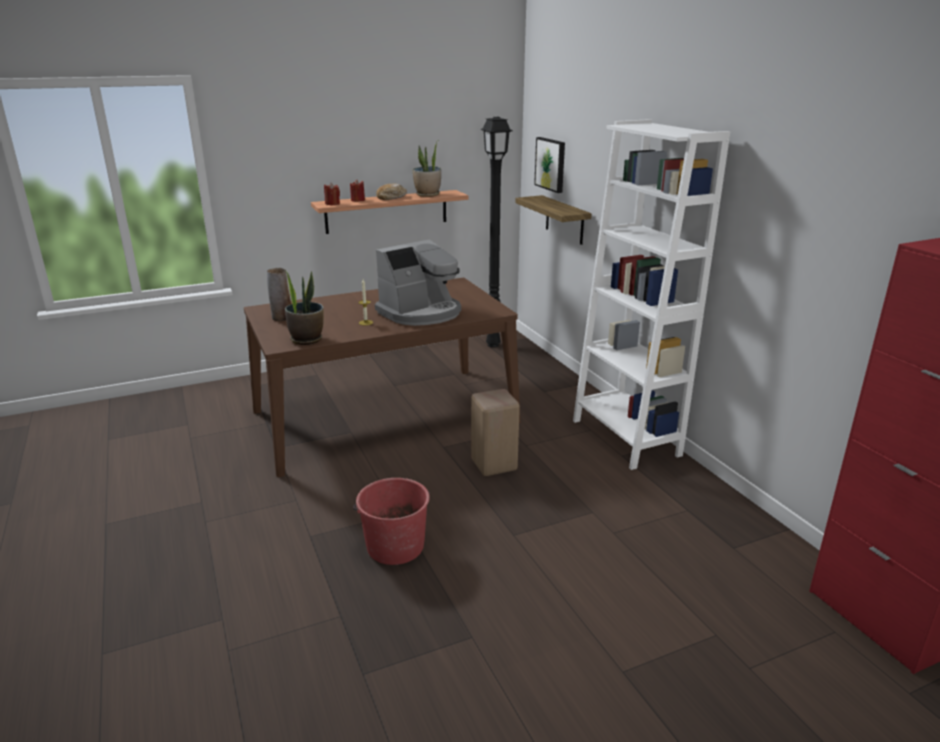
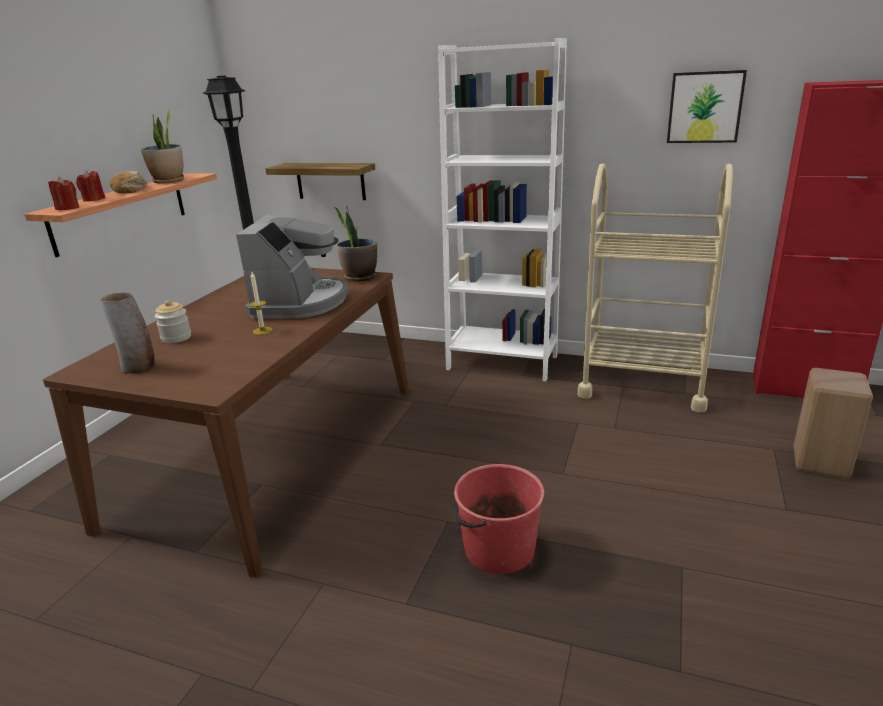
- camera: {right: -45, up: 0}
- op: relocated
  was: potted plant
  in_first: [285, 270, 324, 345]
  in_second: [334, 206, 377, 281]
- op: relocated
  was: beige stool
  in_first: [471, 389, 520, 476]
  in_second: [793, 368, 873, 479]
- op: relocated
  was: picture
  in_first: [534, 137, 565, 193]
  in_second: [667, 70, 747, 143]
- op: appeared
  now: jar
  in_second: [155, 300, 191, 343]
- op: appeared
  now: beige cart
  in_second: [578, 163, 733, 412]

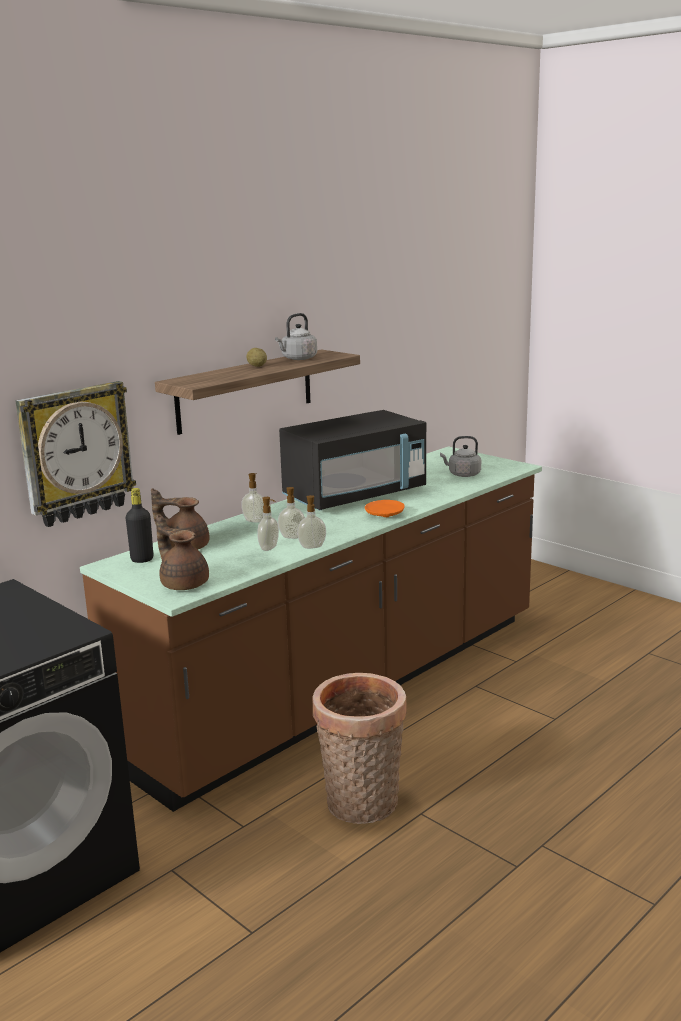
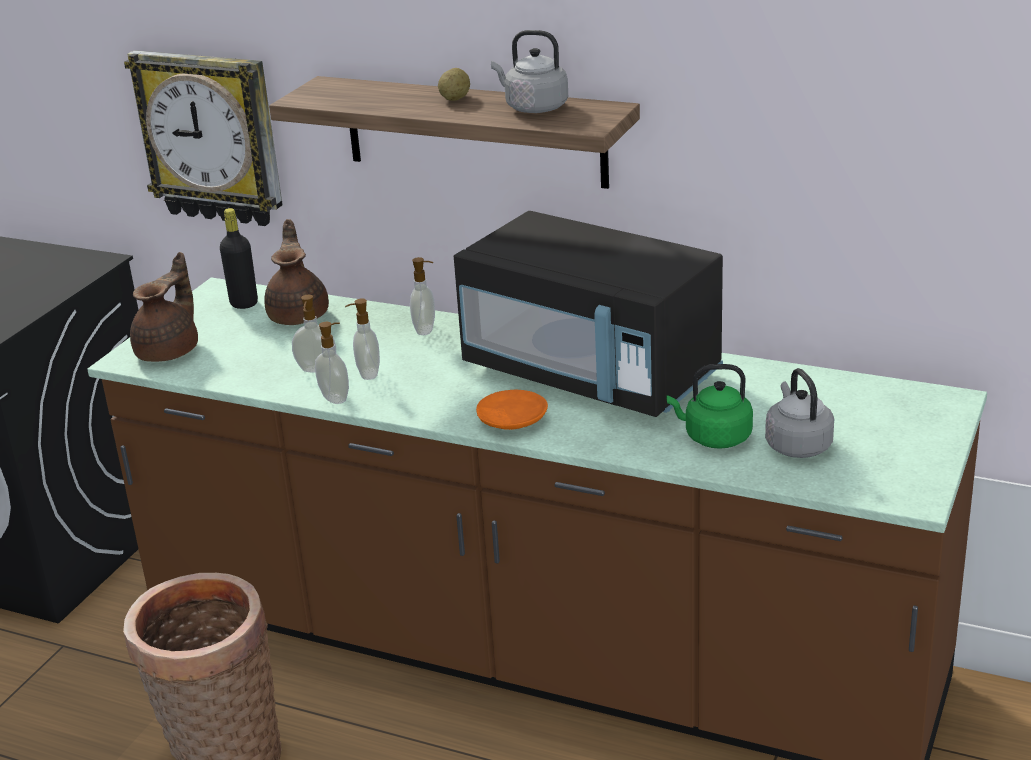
- camera: {right: 70, up: 10}
- op: appeared
  now: green kettle
  in_second: [667, 364, 753, 449]

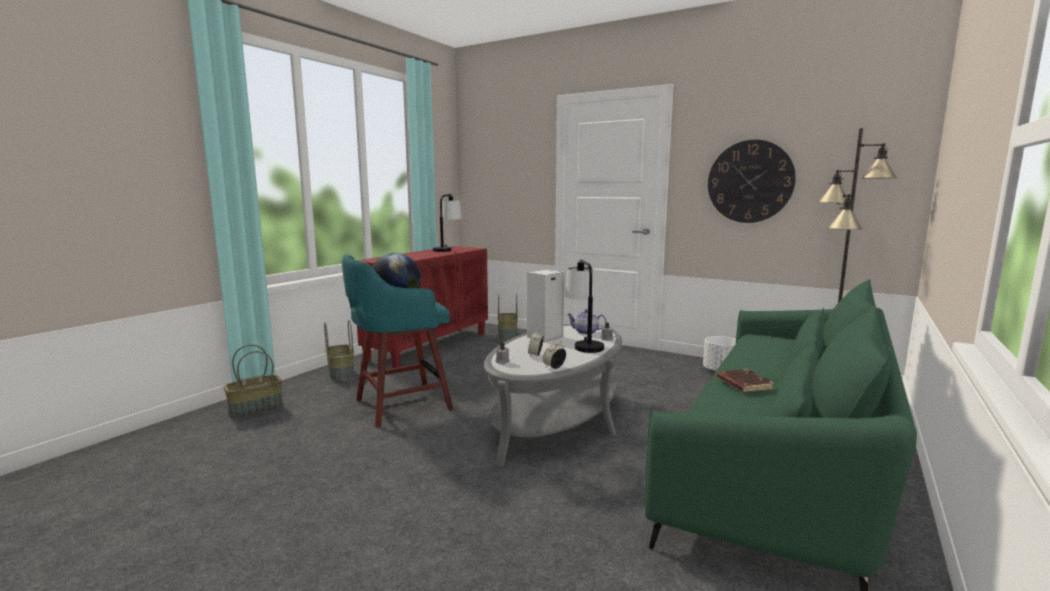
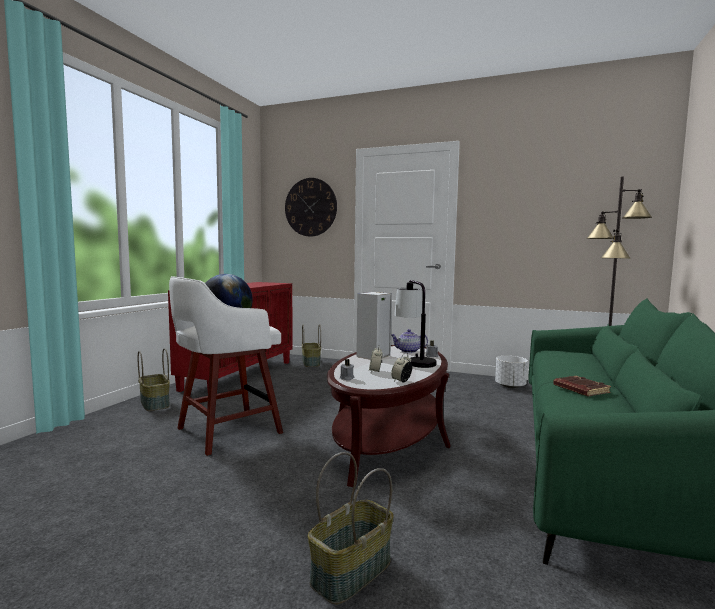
- camera: {right: -10, up: -5}
- op: relocated
  was: basket
  in_first: [224, 345, 283, 419]
  in_second: [308, 452, 394, 604]
- op: colour
  was: turquoise stool
  now: white stool
  in_first: [342, 255, 453, 427]
  in_second: [169, 276, 283, 456]
- op: missing
  was: table lamp
  in_first: [433, 194, 461, 252]
- op: colour
  was: grey coffee table
  now: brown coffee table
  in_first: [484, 324, 622, 467]
  in_second: [327, 345, 451, 487]
- op: relocated
  was: wall clock
  in_first: [708, 140, 796, 223]
  in_second: [285, 178, 337, 237]

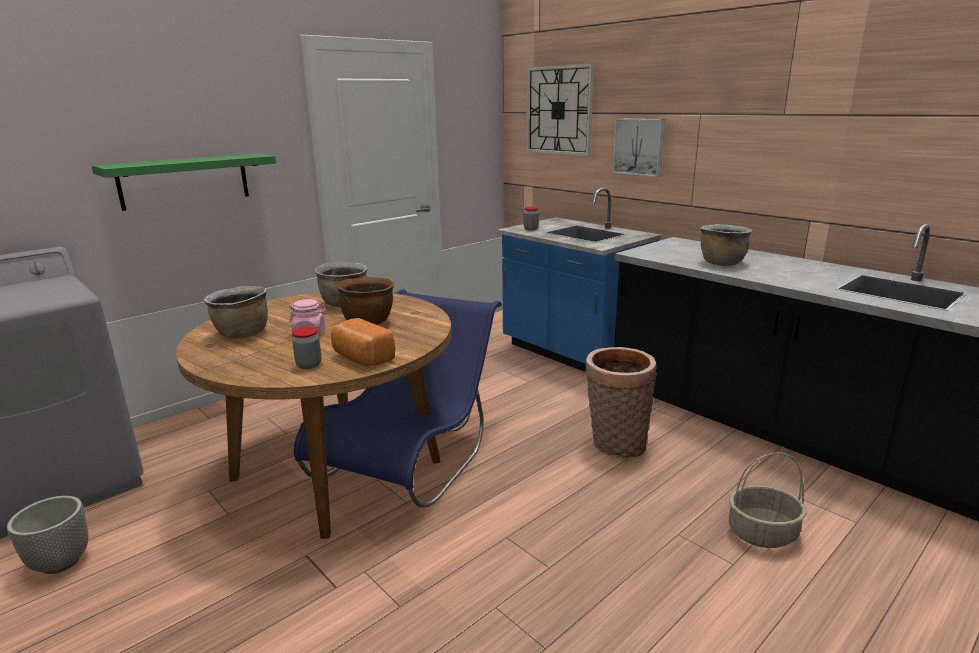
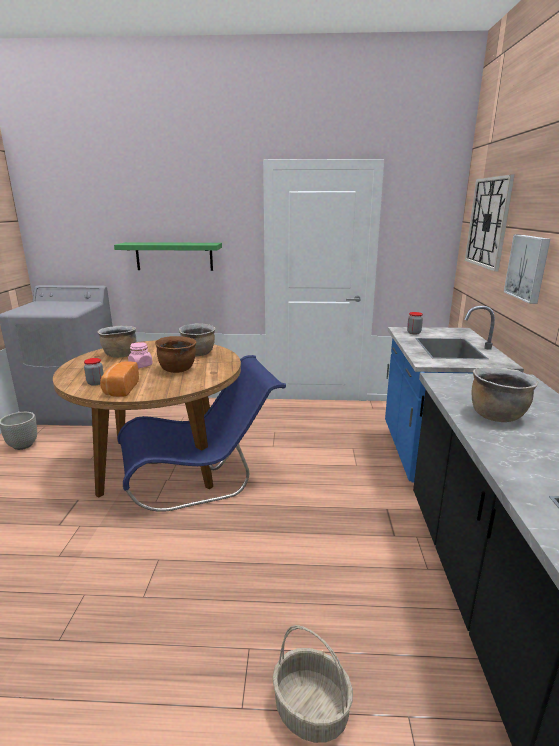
- camera: {right: 45, up: 0}
- op: missing
  was: basket
  in_first: [585, 347, 657, 458]

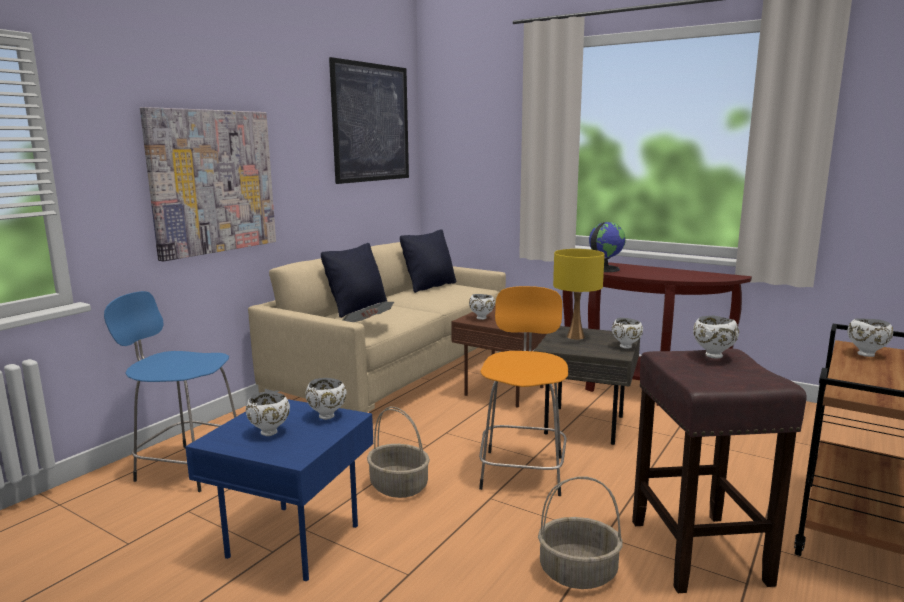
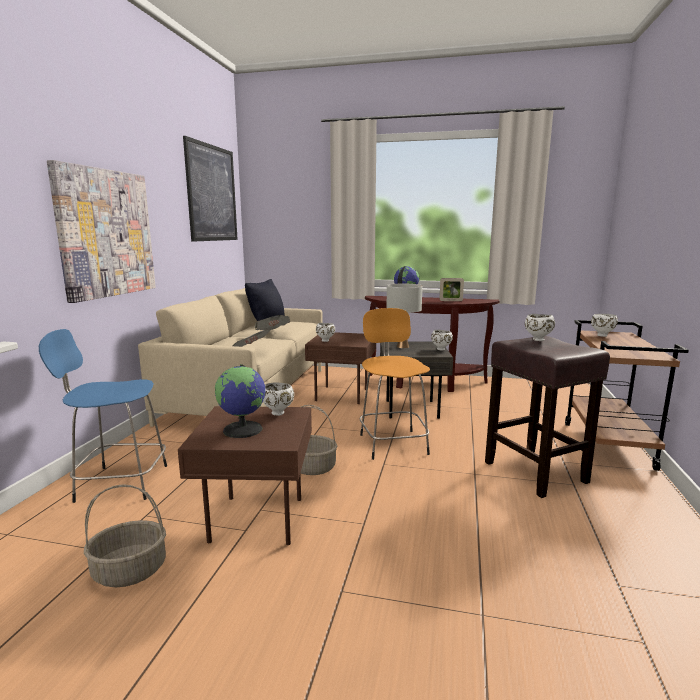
- camera: {right: -20, up: 0}
- op: colour
  was: blue side table
  now: brown side table
  in_first: [185, 399, 373, 581]
  in_second: [178, 406, 312, 545]
- op: exchanged
  was: white bowl
  now: globe
  in_first: [246, 392, 290, 436]
  in_second: [215, 364, 265, 438]
- op: missing
  was: black pillow
  in_first: [321, 243, 387, 318]
- op: relocated
  was: basket
  in_first: [538, 476, 623, 589]
  in_second: [84, 484, 166, 587]
- op: colour
  was: yellow table lamp
  now: white table lamp
  in_first: [553, 249, 605, 340]
  in_second: [386, 284, 423, 348]
- op: appeared
  now: newspaper
  in_second: [255, 315, 290, 330]
- op: appeared
  now: picture frame
  in_second: [440, 278, 464, 301]

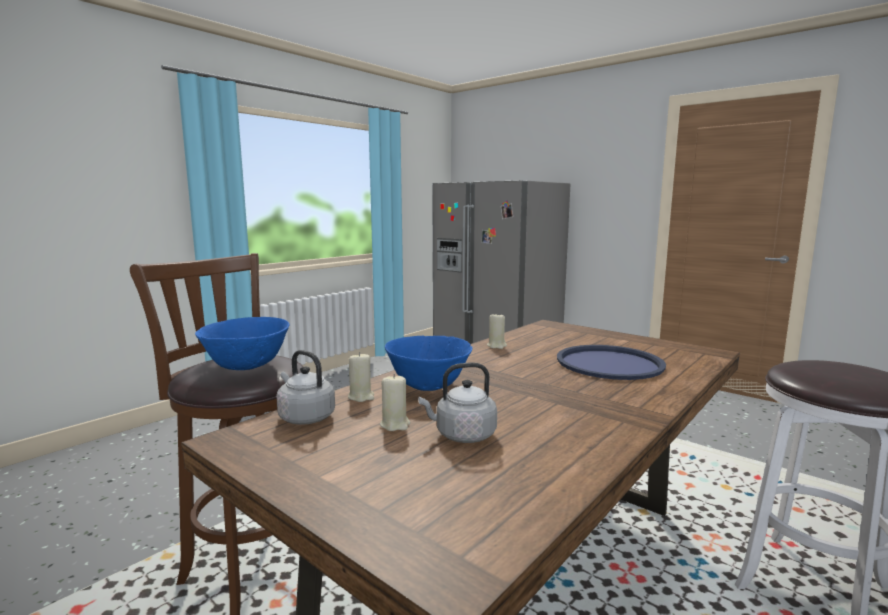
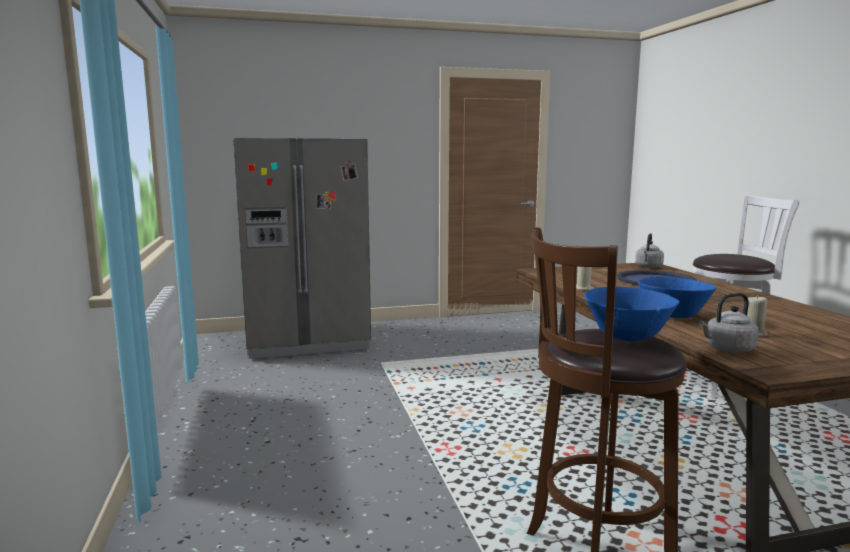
- camera: {right: -55, up: 0}
- op: missing
  was: beige candle
  in_first: [348, 352, 374, 402]
- op: relocated
  was: grey kettle
  in_first: [418, 363, 497, 443]
  in_second: [635, 233, 664, 268]

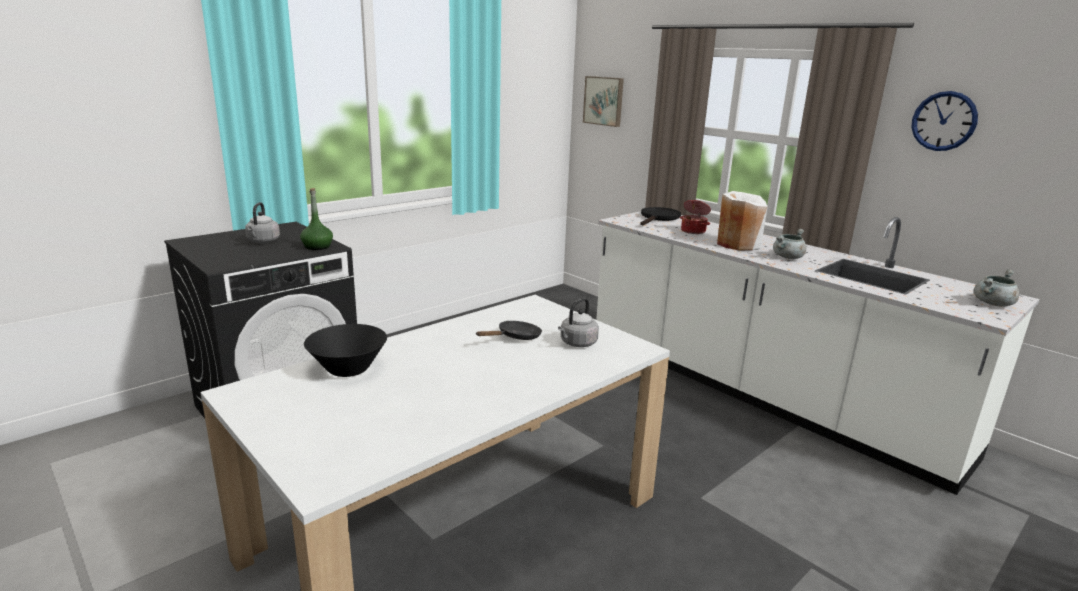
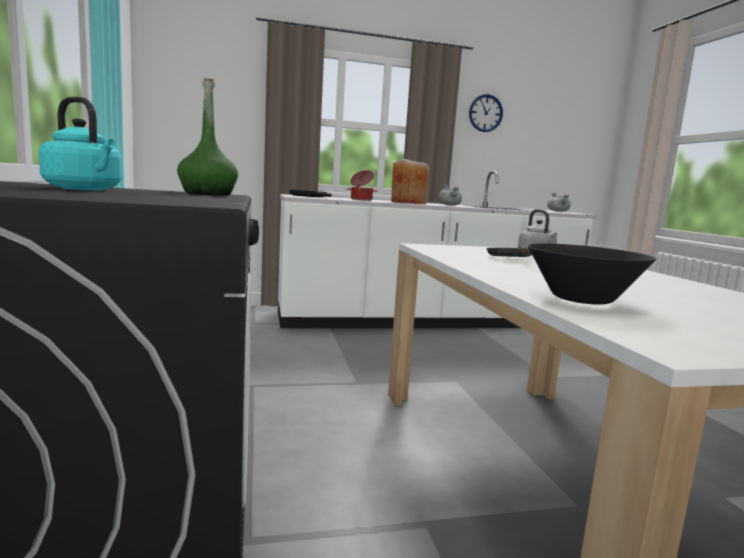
- camera: {right: -60, up: -10}
- op: colour
  was: grey kettle
  now: turquoise kettle
  in_first: [245, 202, 280, 243]
  in_second: [39, 97, 122, 191]
- op: missing
  was: picture
  in_first: [583, 76, 624, 127]

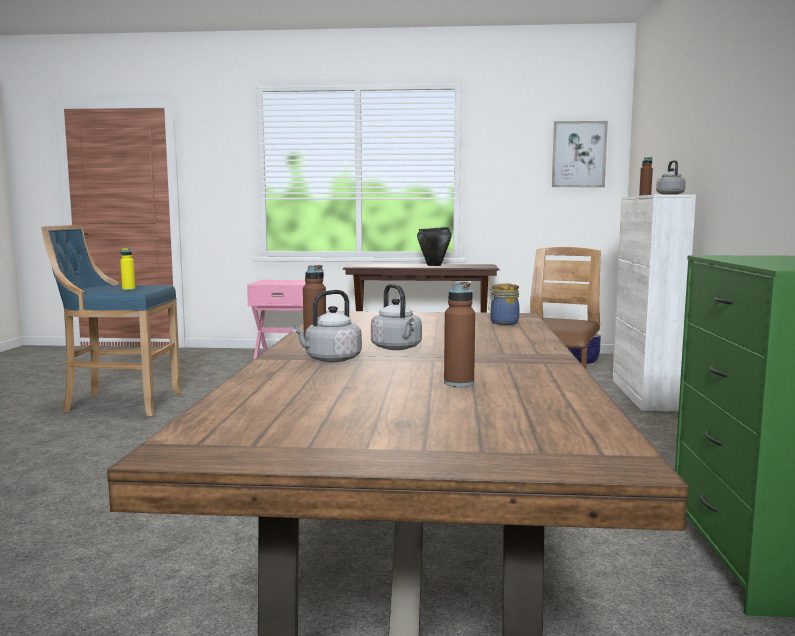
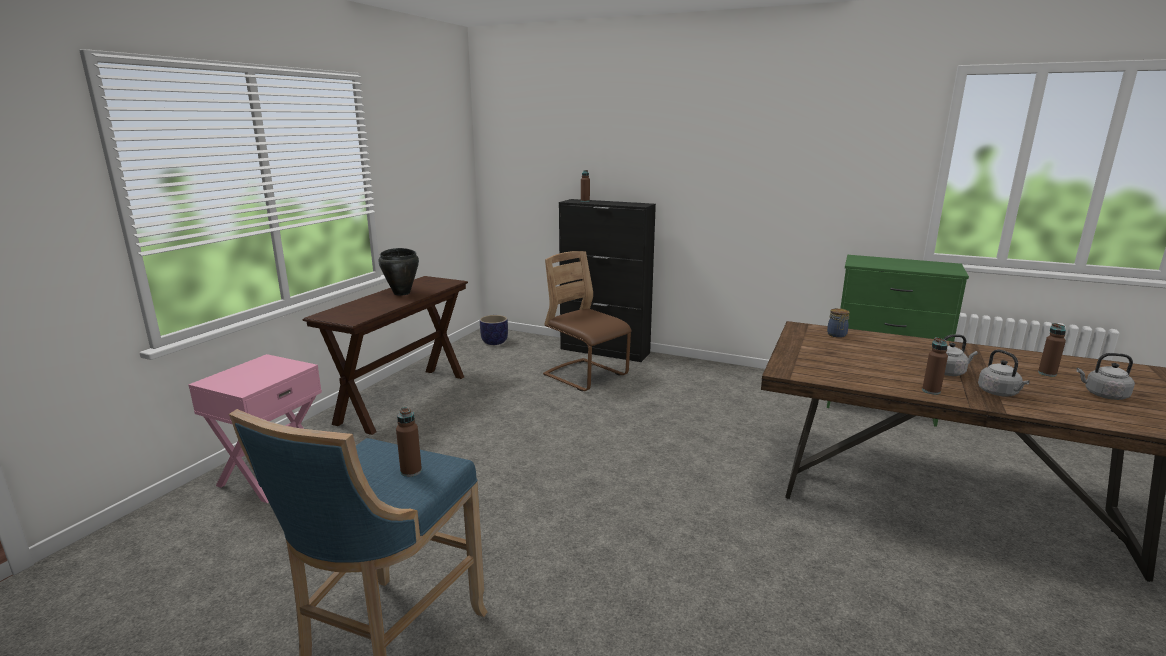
- camera: {right: -70, up: 10}
- op: colour
  was: yellow bottle
  now: brown bottle
  in_first: [120, 248, 135, 291]
  in_second: [396, 407, 422, 477]
- op: missing
  was: picture
  in_first: [552, 121, 608, 187]
- op: colour
  was: white cabinet
  now: black cabinet
  in_first: [613, 195, 696, 411]
  in_second: [559, 199, 656, 362]
- op: relocated
  was: grey kettle
  in_first: [656, 160, 686, 195]
  in_second: [1076, 353, 1135, 400]

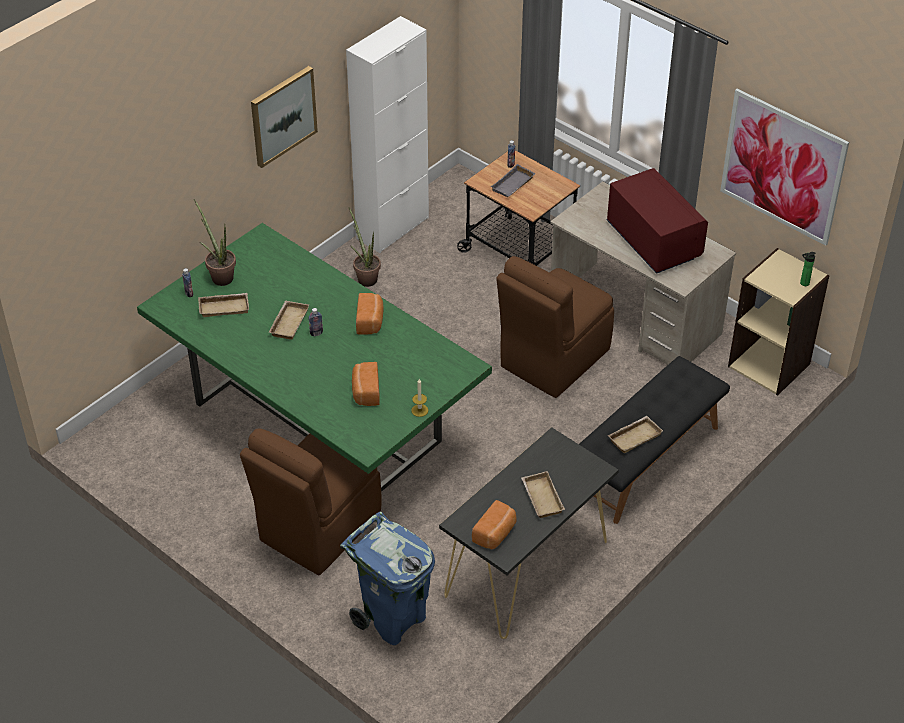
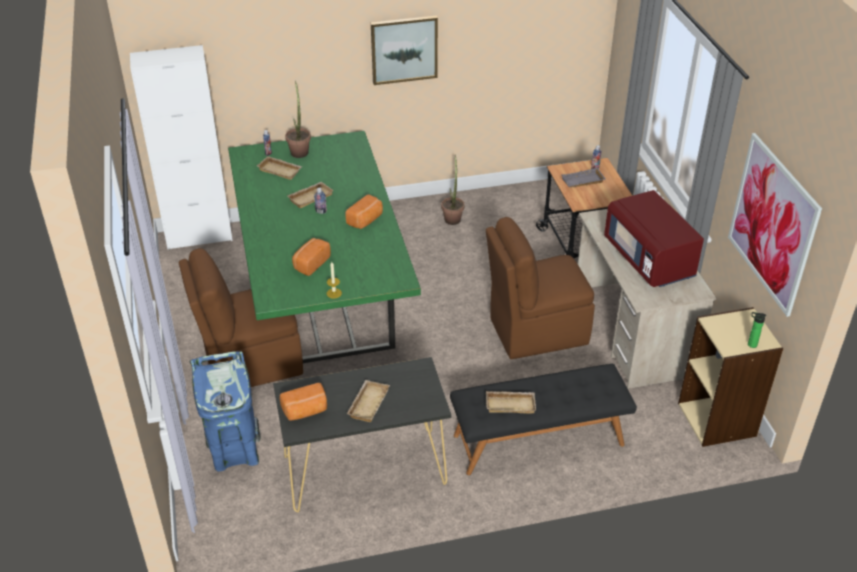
- camera: {right: 35, up: -5}
- op: relocated
  was: white cabinet
  in_first: [346, 16, 429, 253]
  in_second: [130, 45, 233, 250]
- op: spun
  was: red microwave
  in_first: [607, 168, 708, 274]
  in_second: [604, 190, 704, 287]
  clockwise: 150

